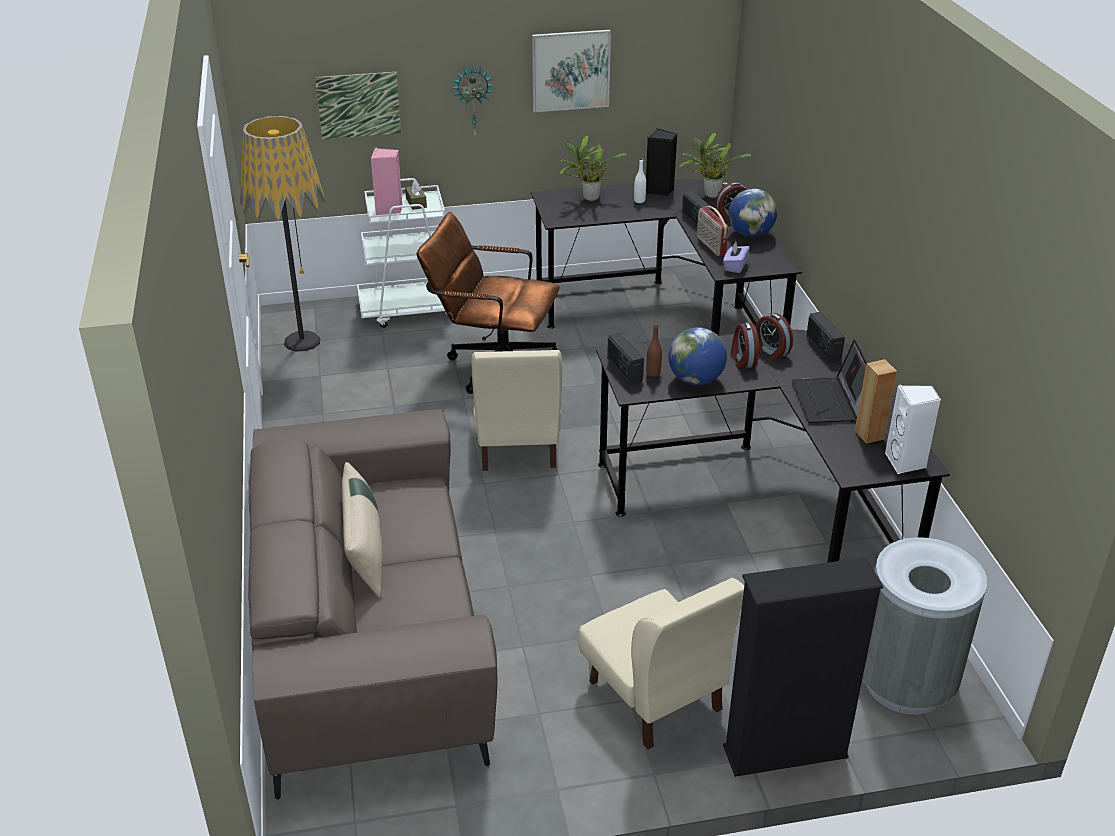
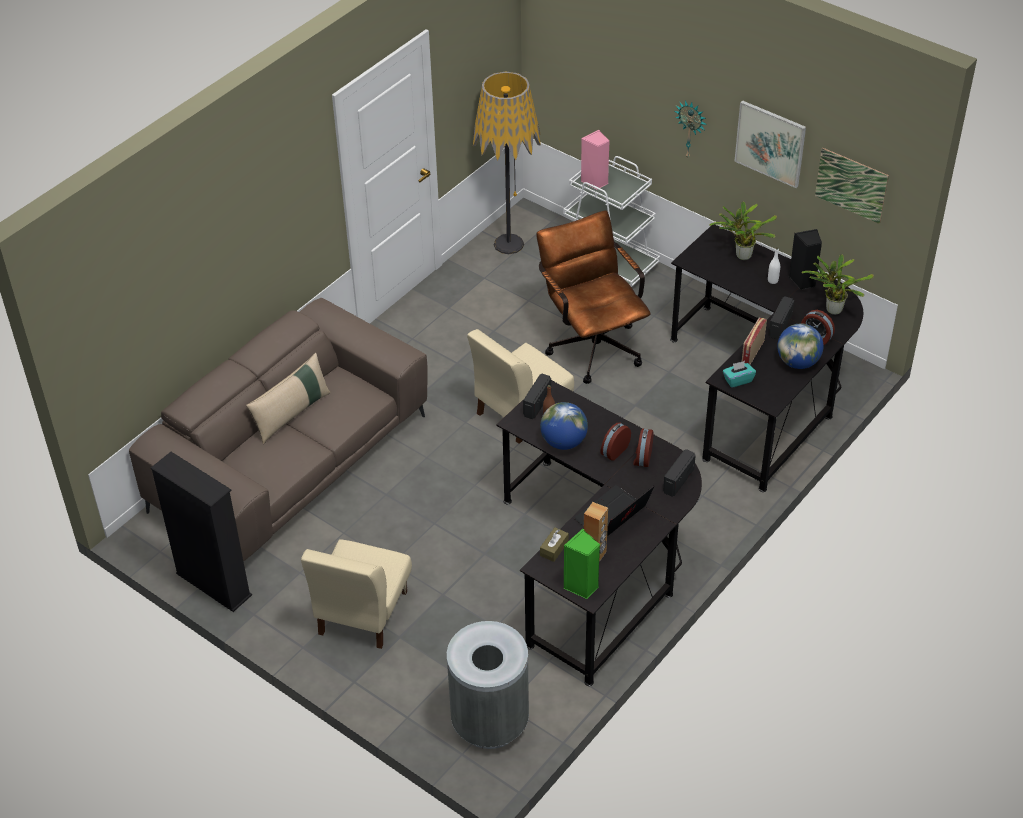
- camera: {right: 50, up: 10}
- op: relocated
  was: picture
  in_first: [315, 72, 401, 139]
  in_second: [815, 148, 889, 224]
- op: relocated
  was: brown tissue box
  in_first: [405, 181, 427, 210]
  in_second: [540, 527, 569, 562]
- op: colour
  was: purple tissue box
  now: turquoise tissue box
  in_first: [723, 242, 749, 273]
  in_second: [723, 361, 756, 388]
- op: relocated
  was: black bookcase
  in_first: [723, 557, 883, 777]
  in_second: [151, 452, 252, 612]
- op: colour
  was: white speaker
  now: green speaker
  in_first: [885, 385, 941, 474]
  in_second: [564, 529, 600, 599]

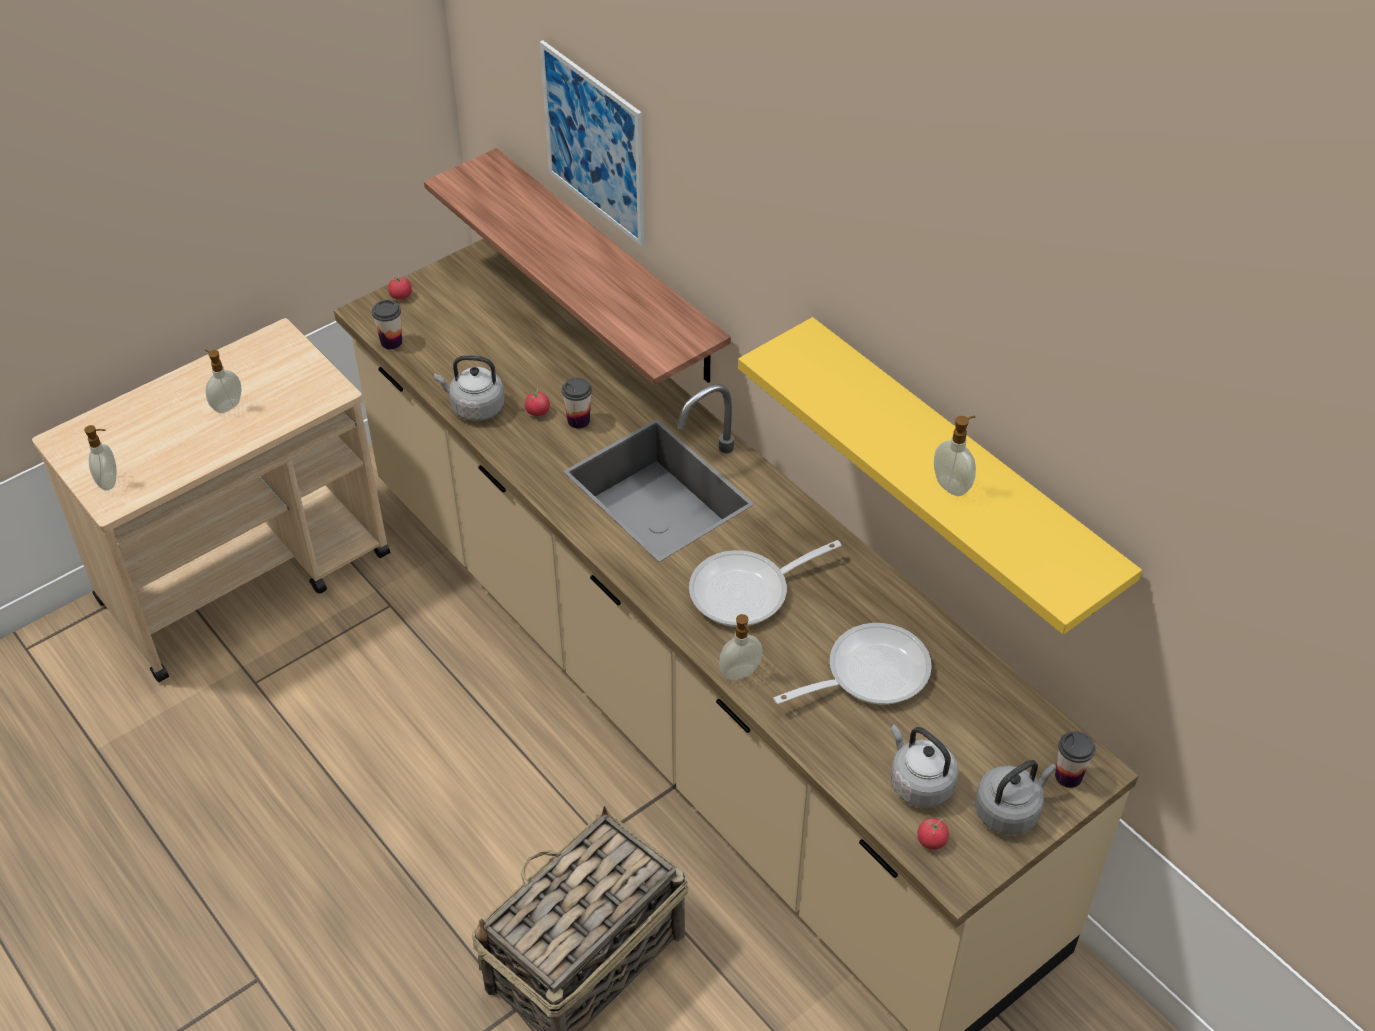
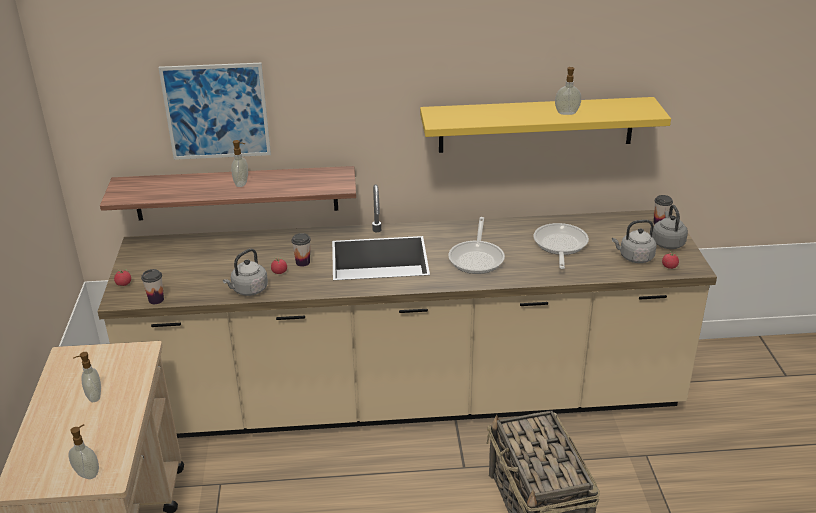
- camera: {right: -55, up: -15}
- op: relocated
  was: soap dispenser
  in_first: [719, 614, 762, 680]
  in_second: [231, 140, 248, 187]

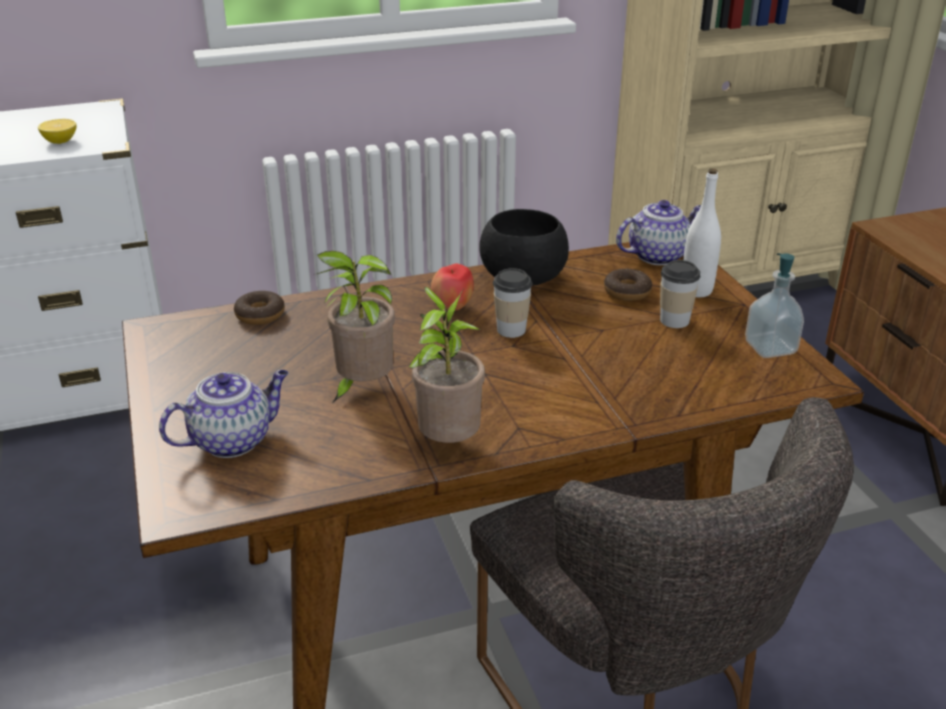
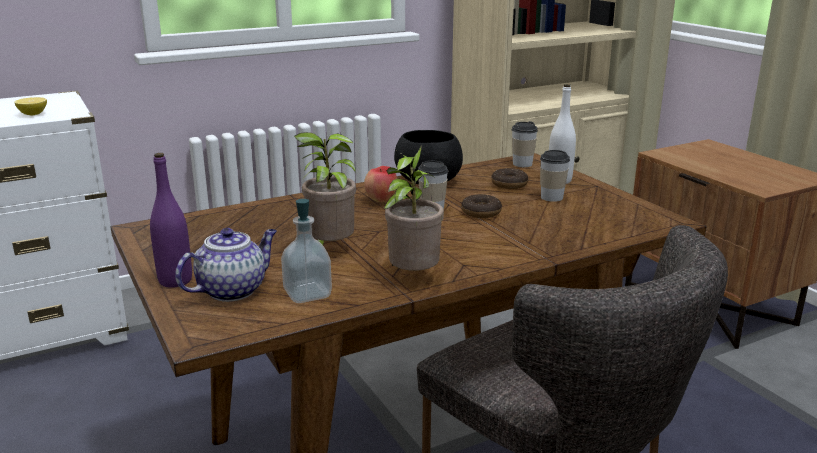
- camera: {right: -10, up: -10}
- op: relocated
  was: donut
  in_first: [234, 291, 285, 325]
  in_second: [461, 194, 502, 218]
- op: exchanged
  was: teapot
  now: cup
  in_first: [616, 200, 701, 265]
  in_second: [512, 121, 538, 167]
- op: relocated
  was: soap dispenser
  in_first: [745, 253, 804, 358]
  in_second: [281, 199, 332, 303]
- op: appeared
  now: purple bottle
  in_second: [150, 153, 192, 288]

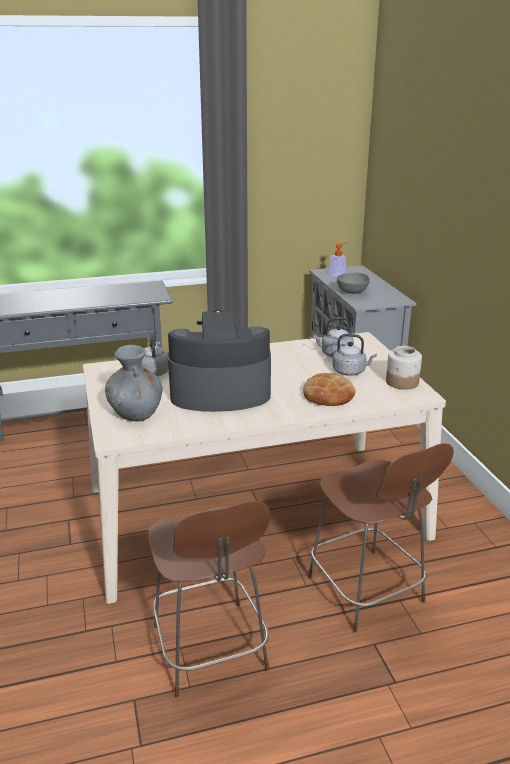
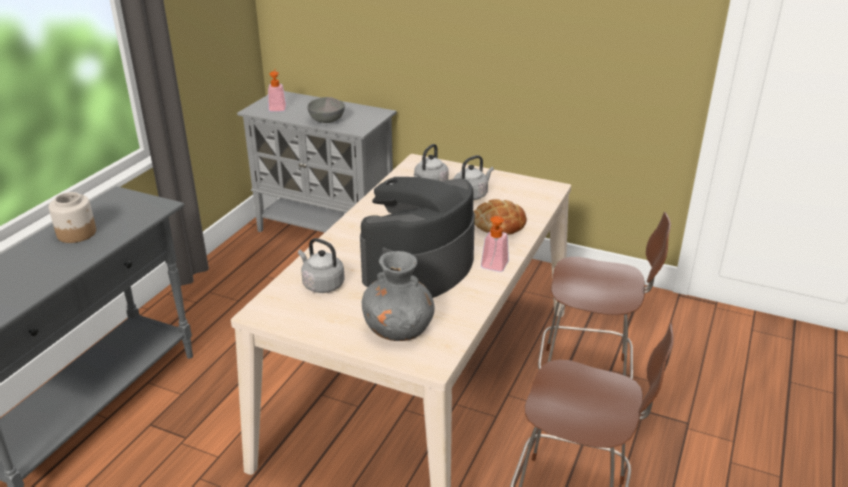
- camera: {right: -50, up: 5}
- op: relocated
  was: jar
  in_first: [386, 346, 422, 390]
  in_second: [49, 192, 96, 243]
- op: appeared
  now: soap dispenser
  in_second: [481, 216, 509, 272]

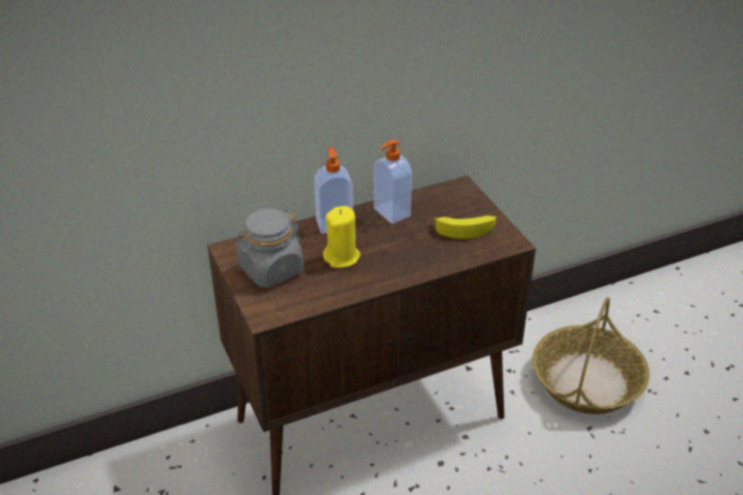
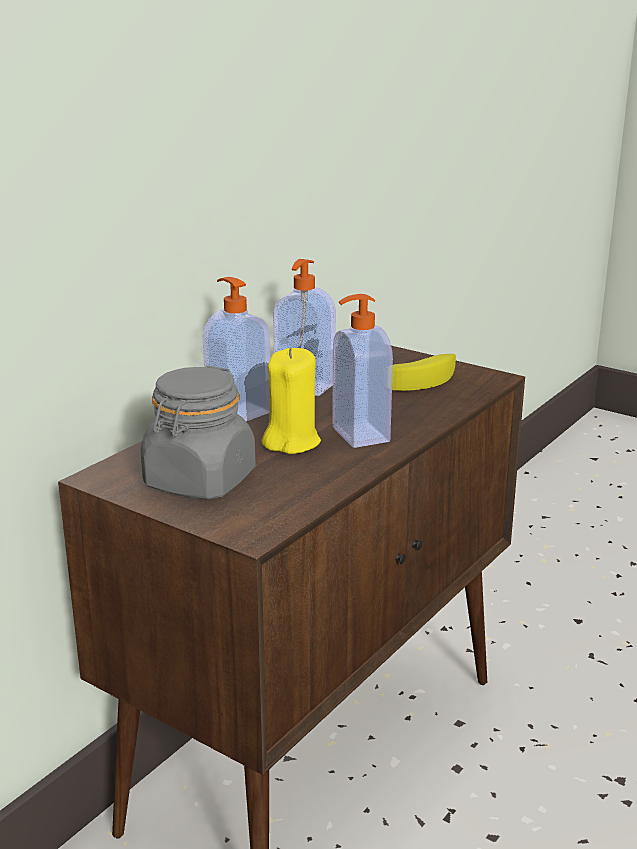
- camera: {right: -30, up: -15}
- op: missing
  was: basket
  in_first: [532, 297, 650, 414]
- op: appeared
  now: soap dispenser
  in_second: [332, 294, 393, 448]

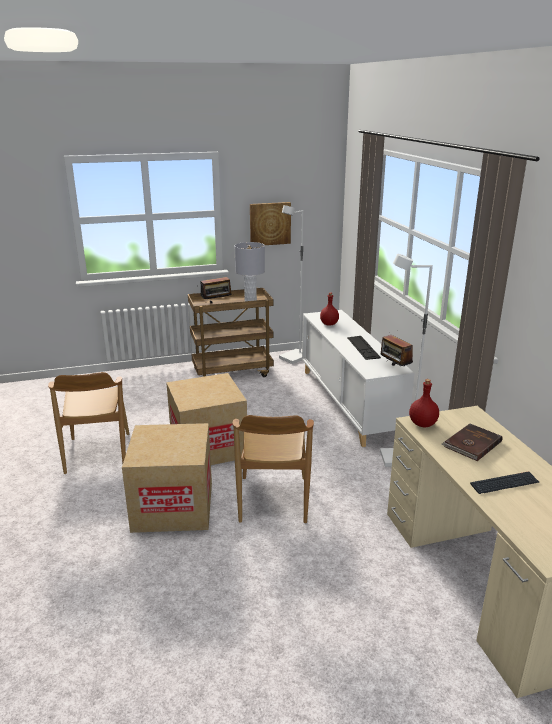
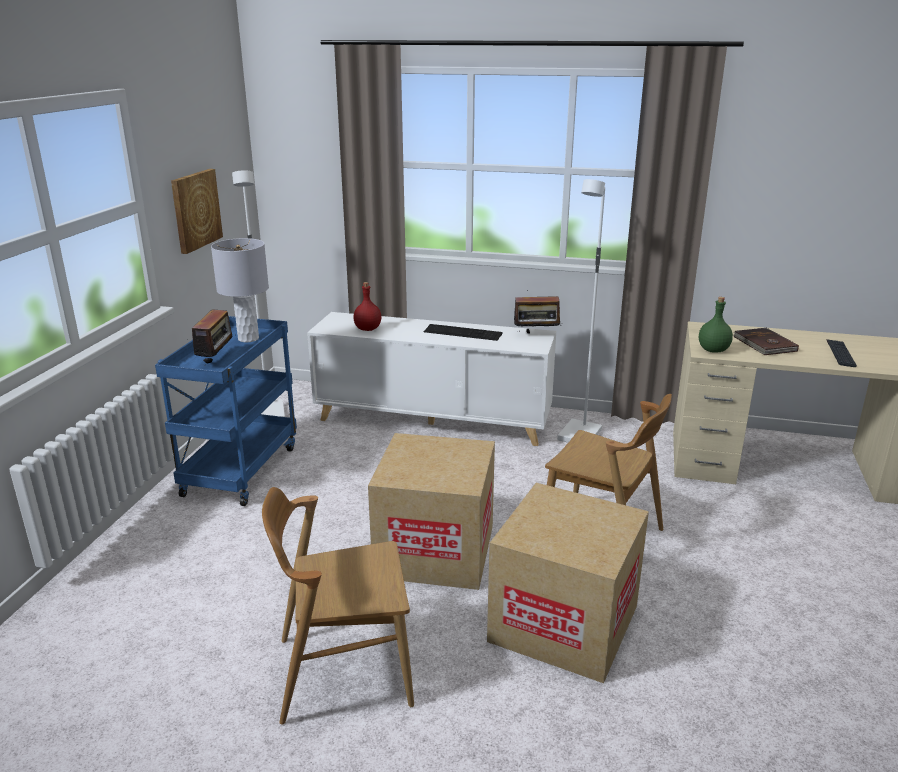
- camera: {right: -60, up: 0}
- op: spun
  was: brown chair
  in_first: [48, 372, 129, 474]
  in_second: [262, 487, 414, 725]
  clockwise: 150
- op: colour
  was: brown cart
  now: blue cart
  in_first: [188, 288, 274, 377]
  in_second: [155, 316, 297, 506]
- op: colour
  was: red bottle
  now: green bottle
  in_first: [409, 379, 439, 428]
  in_second: [699, 297, 733, 353]

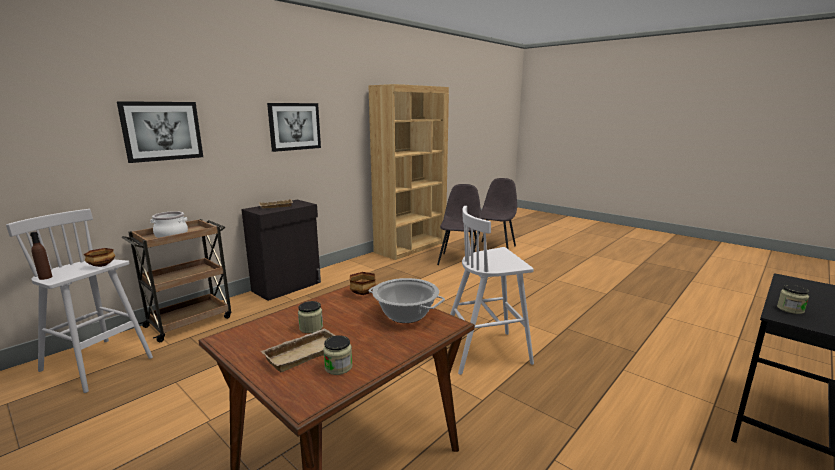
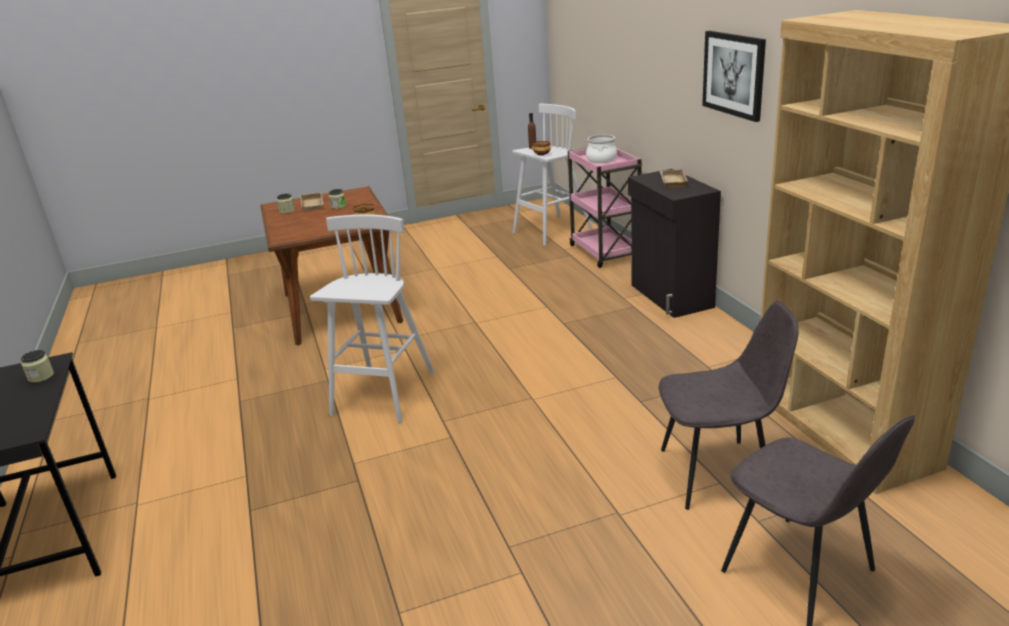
- camera: {right: 120, up: 10}
- op: missing
  was: picture
  in_first: [117, 101, 203, 163]
- op: colour
  was: brown cart
  now: pink cart
  in_first: [122, 219, 231, 342]
  in_second: [568, 148, 642, 268]
- op: missing
  was: cooking pot
  in_first: [369, 278, 445, 323]
- op: spun
  was: grey chair
  in_first: [437, 184, 481, 265]
  in_second: [659, 301, 799, 510]
  clockwise: -45

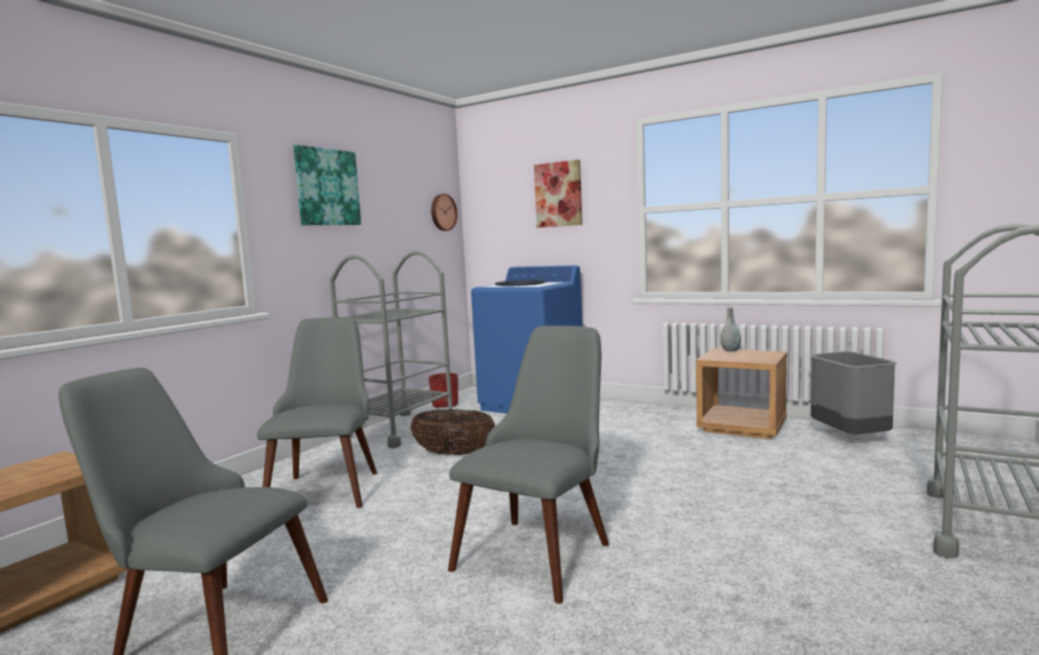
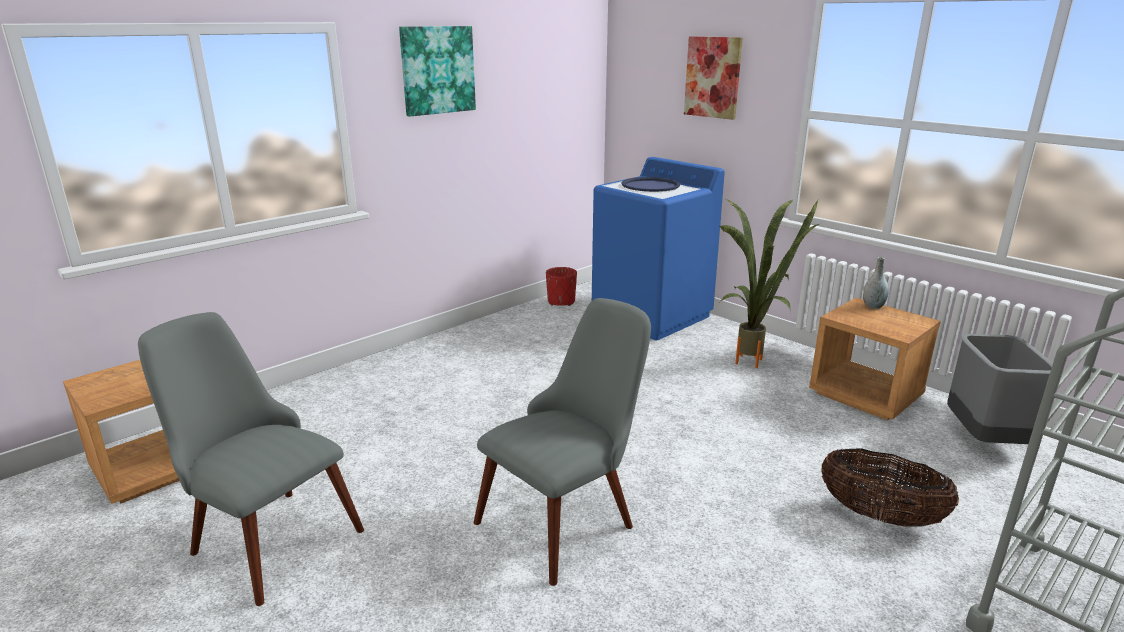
- camera: {right: 15, up: 15}
- op: missing
  was: grey chair
  in_first: [257, 317, 377, 508]
- op: missing
  was: grey cart
  in_first: [330, 251, 455, 448]
- op: relocated
  was: basket
  in_first: [410, 410, 495, 455]
  in_second: [821, 448, 959, 527]
- op: missing
  was: wall clock
  in_first: [431, 194, 458, 231]
- op: appeared
  now: potted plant
  in_second: [719, 199, 819, 368]

